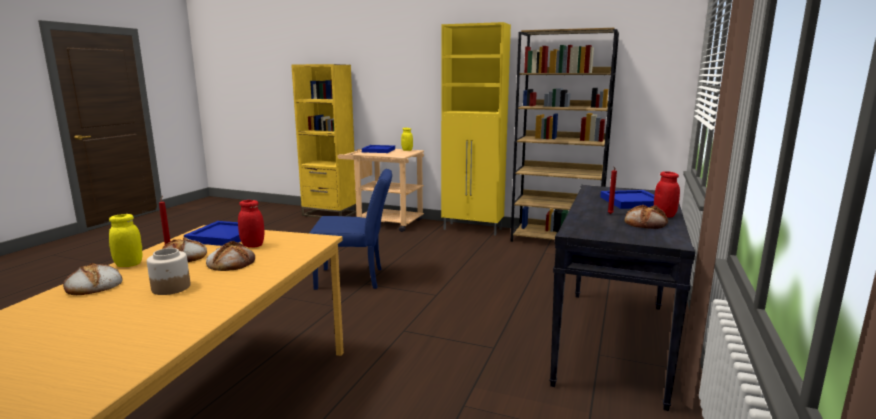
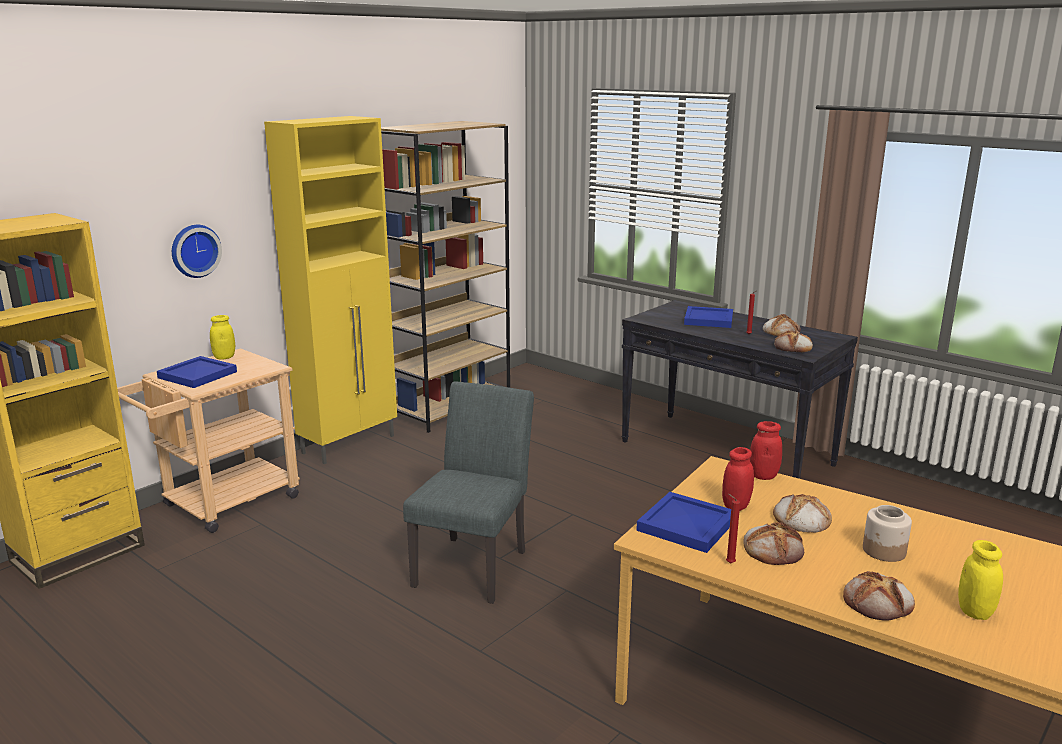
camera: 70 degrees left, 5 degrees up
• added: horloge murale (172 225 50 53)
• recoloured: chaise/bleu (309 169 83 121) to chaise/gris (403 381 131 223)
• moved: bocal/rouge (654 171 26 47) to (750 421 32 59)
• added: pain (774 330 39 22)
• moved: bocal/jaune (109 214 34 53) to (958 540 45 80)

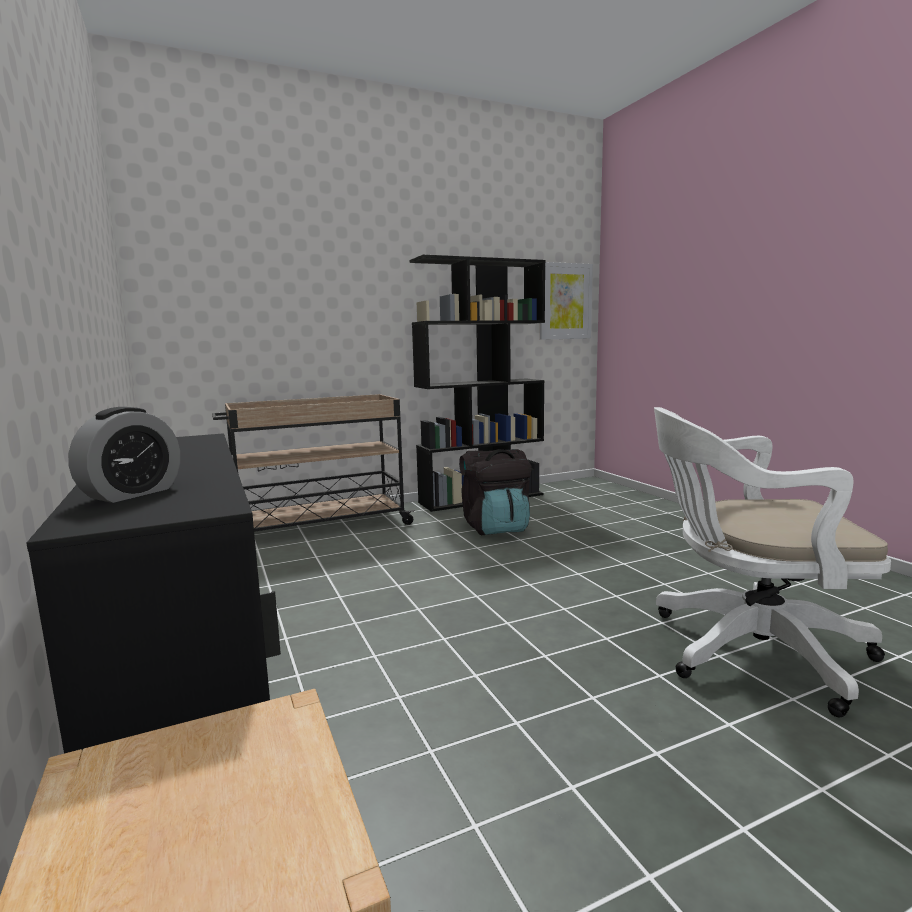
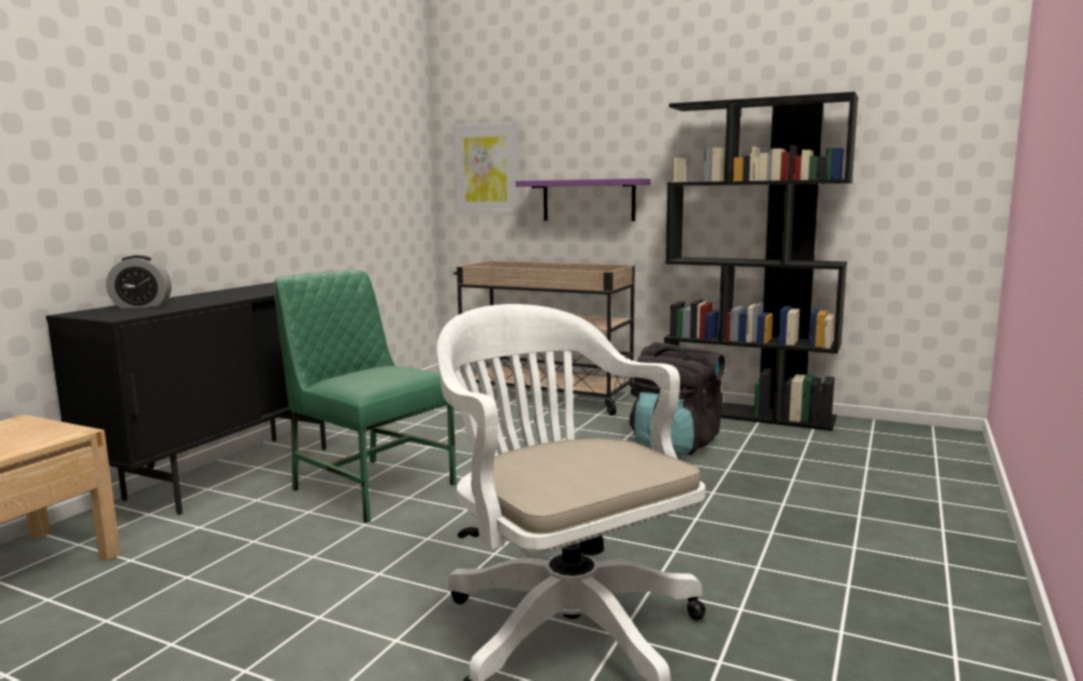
camera: 50 degrees right, 0 degrees up
• added: chaise/vert (274 270 183 253)
• moved: tableau (540 262 53 78) to (453 122 67 92)
• added: étagère/violet (515 178 136 43)

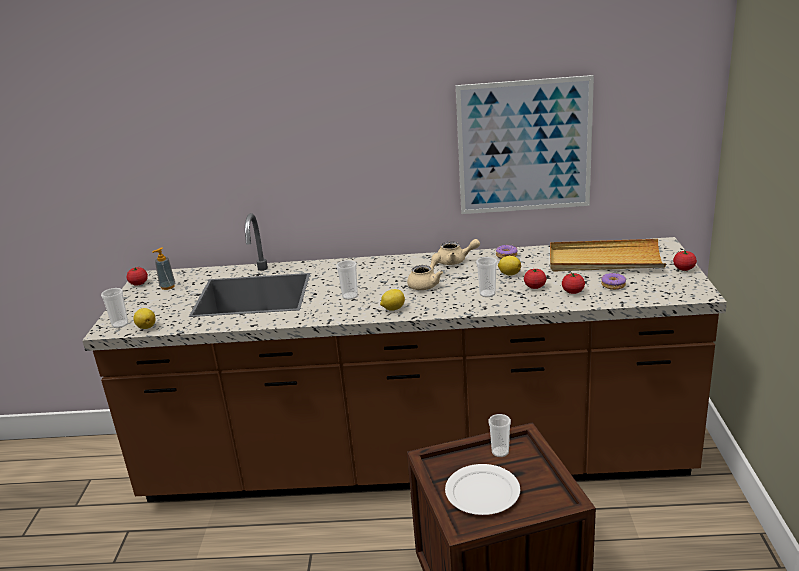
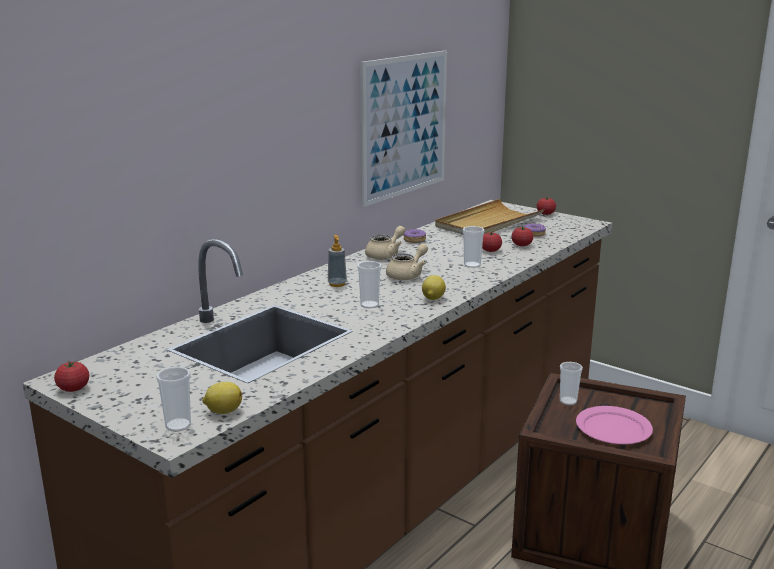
camera: 55 degrees left, 5 degrees down
• moved: distributeur de savon (152 247 23 43) to (328 235 19 52)
• turned: théière/beige (407 253 36 37) = (386 243 42 37) 60 degrees clockwise
• recoloured: assiette/blanc (445 464 75 51) to assiette/rose (576 406 77 38)
• removed: citron (498 256 23 19)

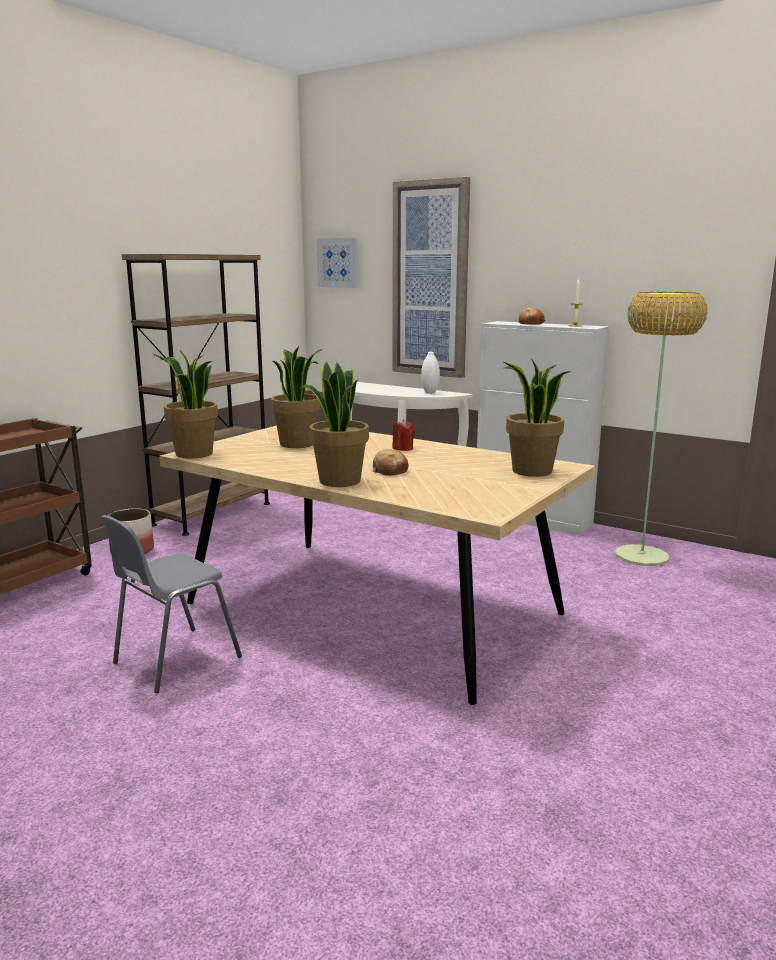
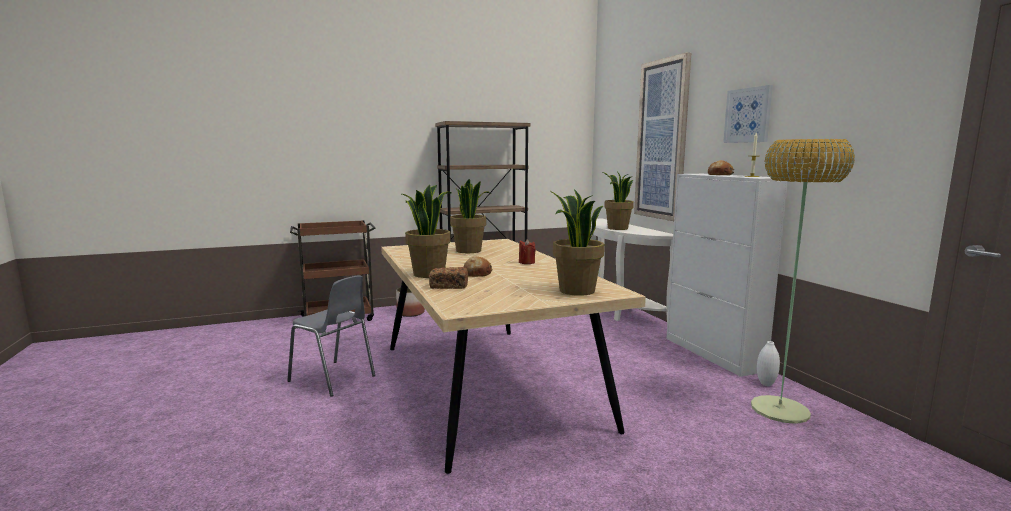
camera: 35 degrees right, 5 degrees down
• turned: chaise/gris (101 515 141 178) = (287 275 88 122) 135 degrees counterclockwise
• added: pain (429 267 39 22)
• moved: plante en pot (153 351 65 108) to (603 171 31 59)
• moved: tableau (317 238 40 50) to (723 85 50 58)
• moved: vase/blanc (421 352 19 42) to (757 341 23 45)

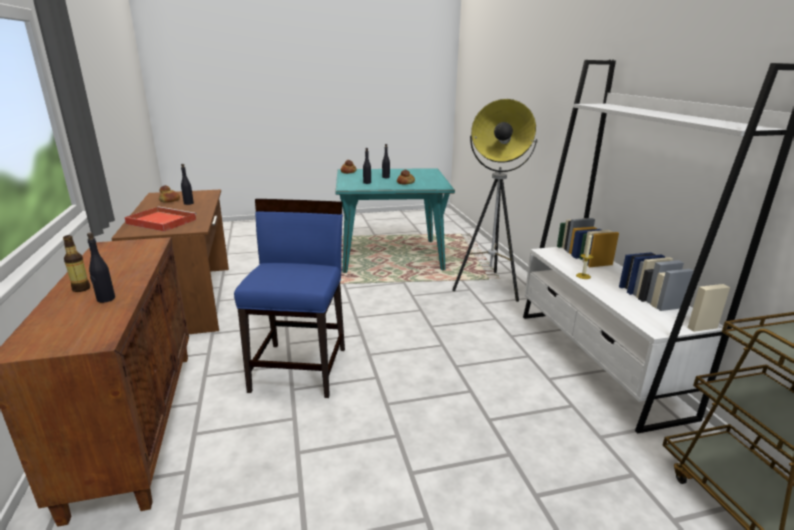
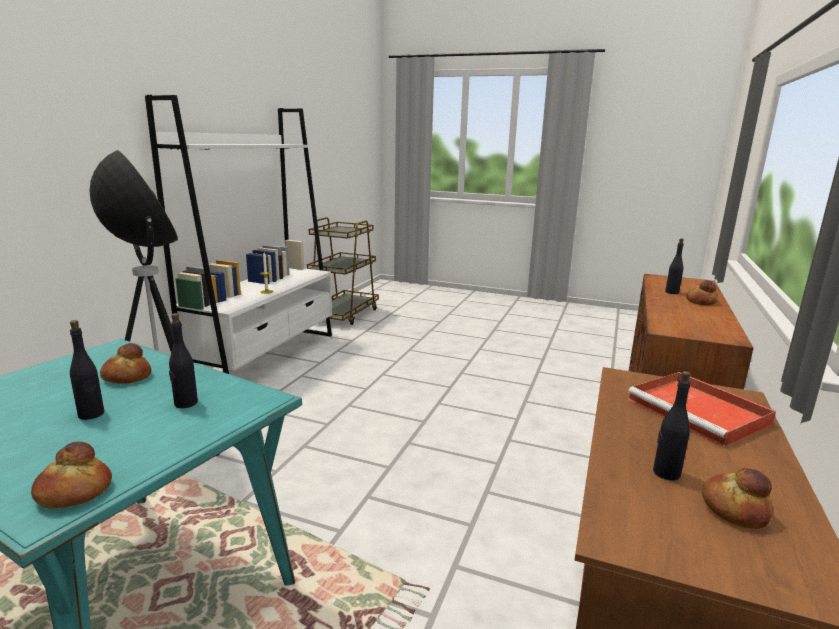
camera: 145 degrees left, 5 degrees down
• replaced: bouteille (63 235 27 57) to pain (686 280 32 25)
• removed: chaise/bleu (234 199 111 199)

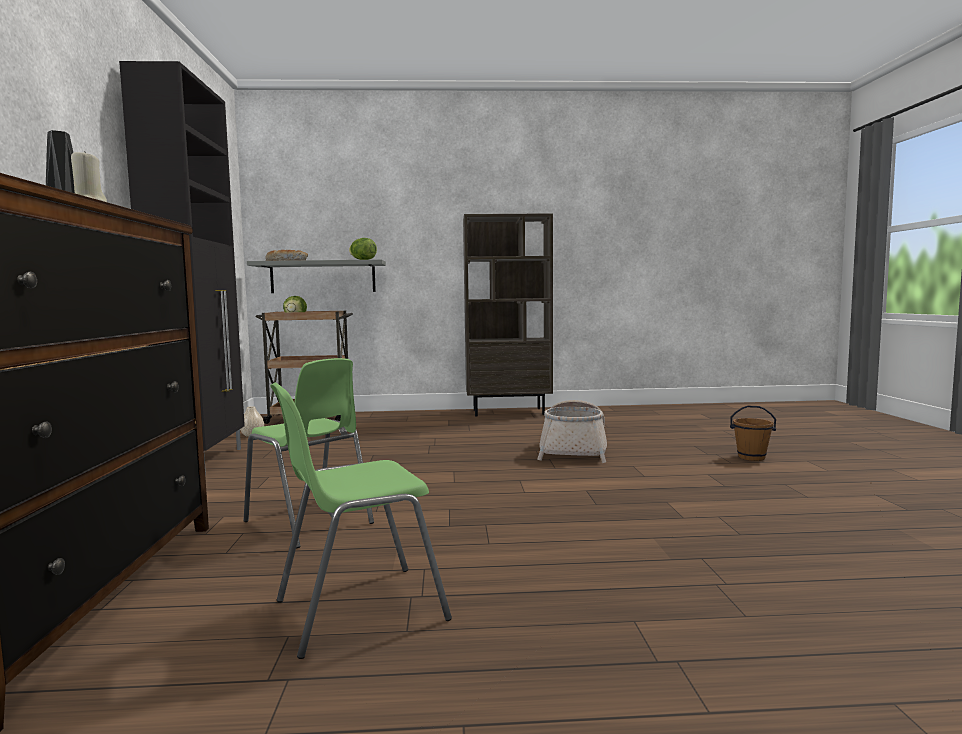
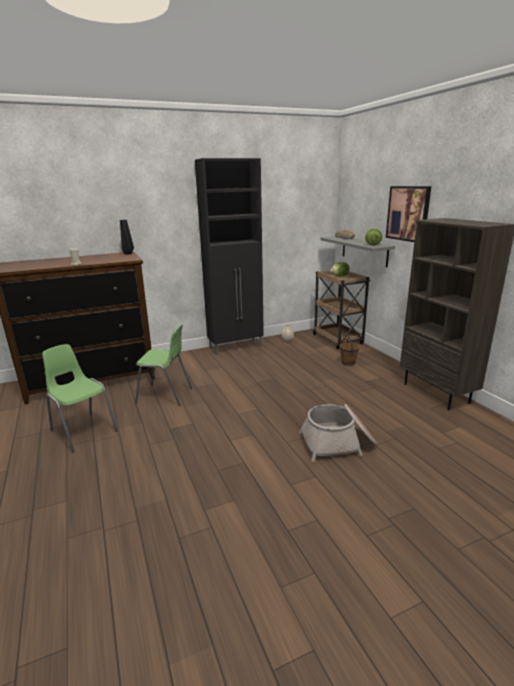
camera: 70 degrees right, 15 degrees up
• turned: chaise/vert (244 358 130 190) = (135 324 57 82) 105 degrees counterclockwise
• moved: seau/marron (730 406 46 55) to (340 337 19 29)
• added: tableau (386 186 45 56)

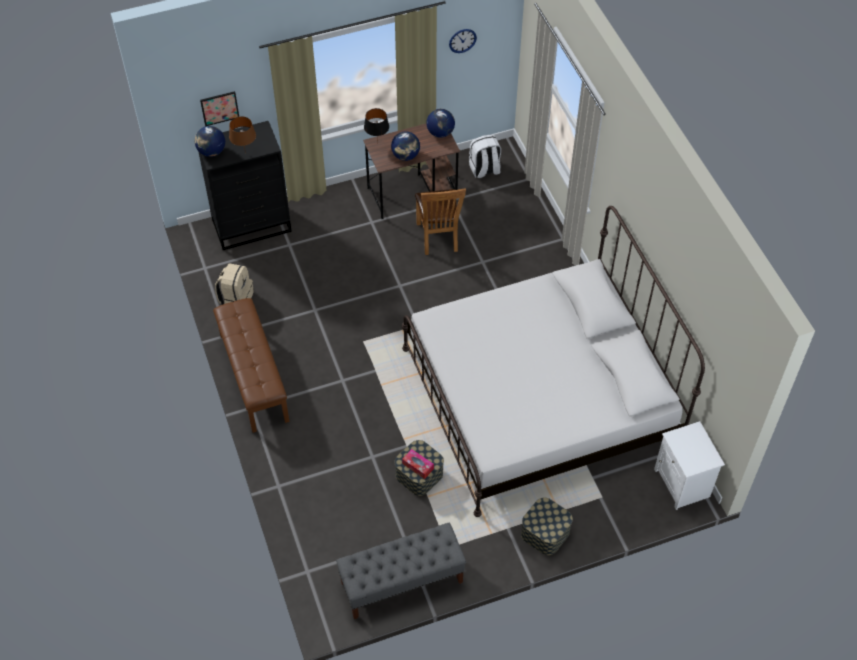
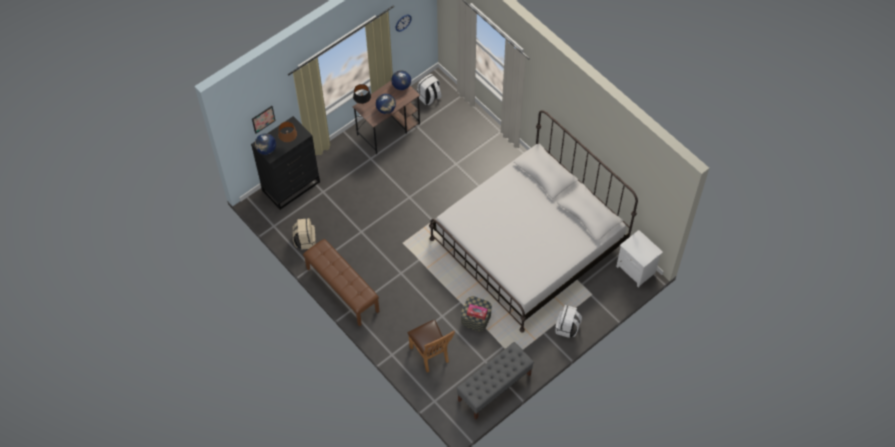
camera: 20 degrees left, 5 degrees up
• moved: chaise/marron (415 188 51 67) to (407 319 48 54)
• replaced: boîte de rangement (521 498 52 57) to sac à dos/blanc (555 305 27 33)

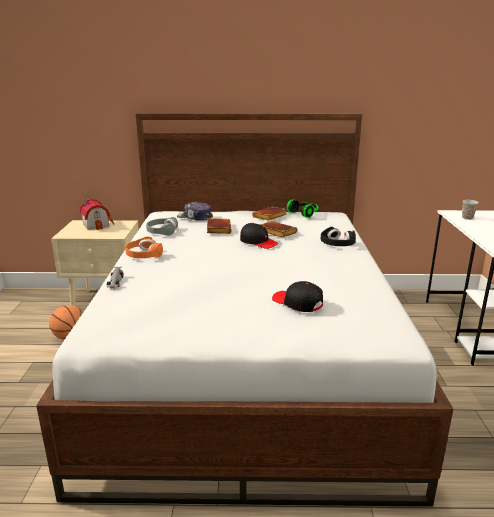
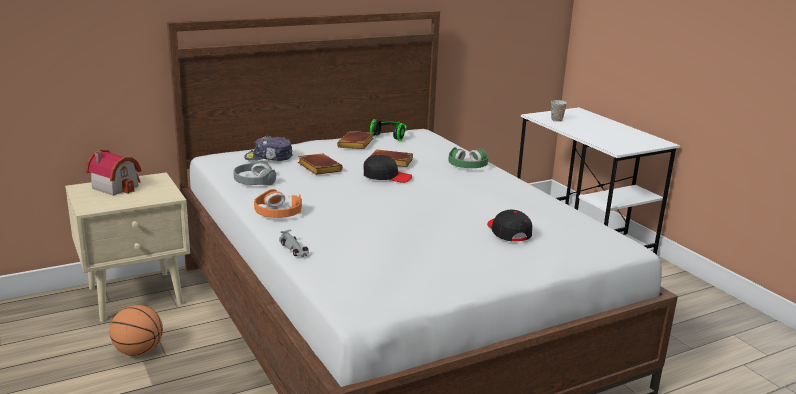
camera: 30 degrees left, 0 degrees up
• recoloured: casque audio/noir (321 227 35 19) to casque audio/vert (448 147 40 21)
• turned: casquette/noir (272 281 51 31) = (487 210 45 31) 60 degrees clockwise

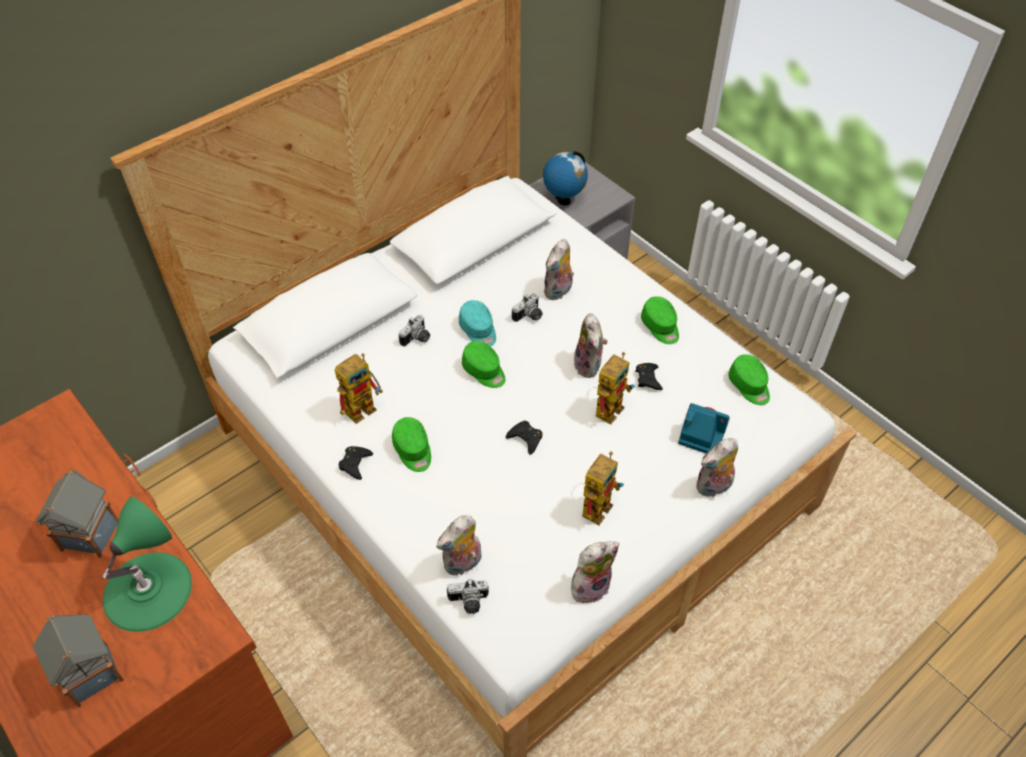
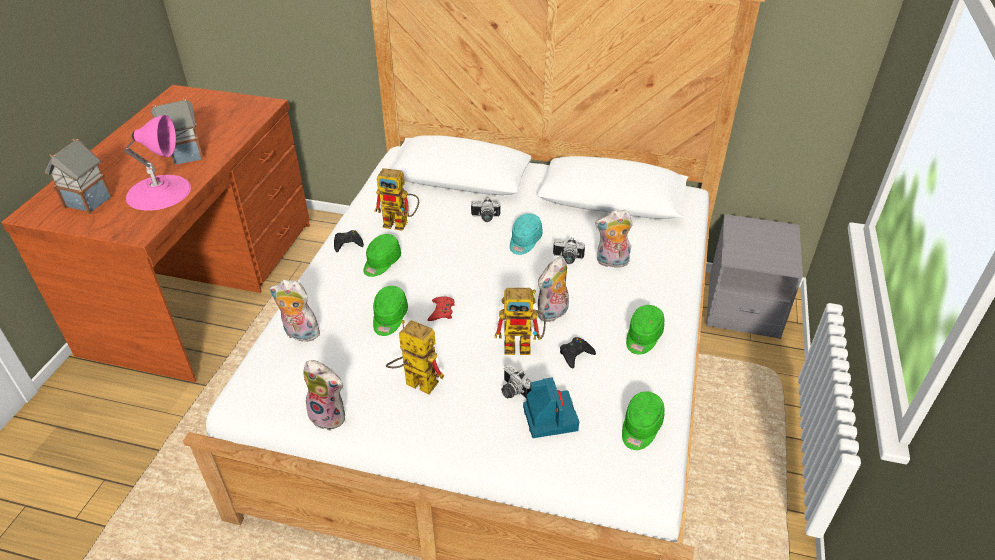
camera: 55 degrees right, 10 degrees down
• recoloured: lampe de table/vert (102 497 90 135) to lampe de table/rose (124 115 67 96)
• moved: casquette/vert (462 341 43 47) to (373 286 35 50)
• turned: robot jouet (582 451 42 74) = (386 320 58 75) 150 degrees counterclockwise
• recoloured: manette/noir (506 421 36 34) to manette/rouge (428 296 27 25)
• moved: appareil photo (447 579 42 35) to (501 363 31 36)
• removed: globe (543 151 45 55)
• removed: peluche (696 438 42 59)

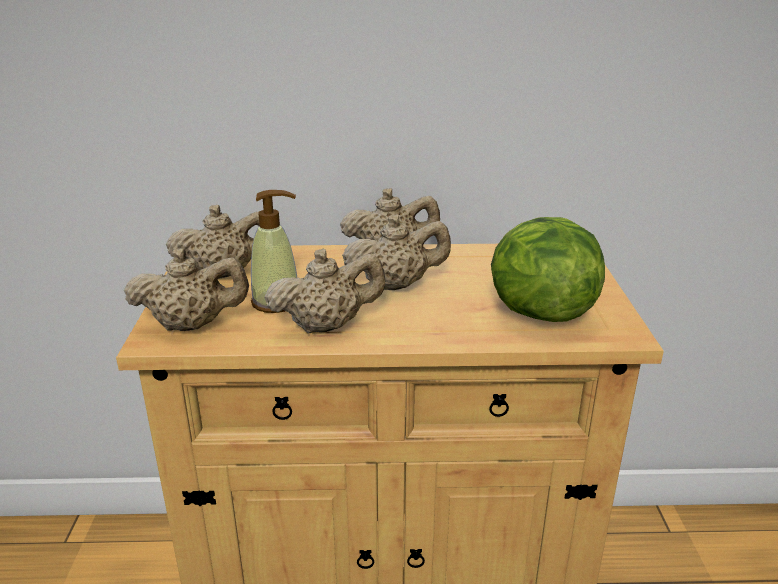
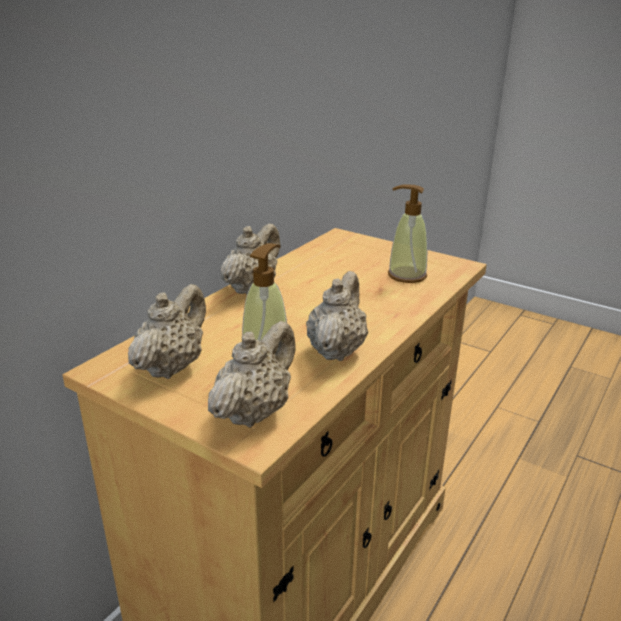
camera: 55 degrees left, 0 degrees up
• replaced: laitue (491 217 114 105) to distributeur de savon (388 184 39 99)
• removed: théière/beige (342 214 109 76)

